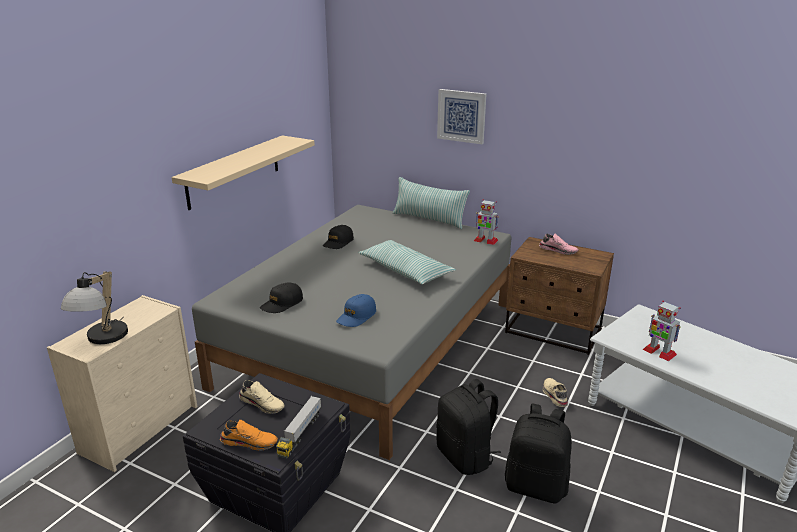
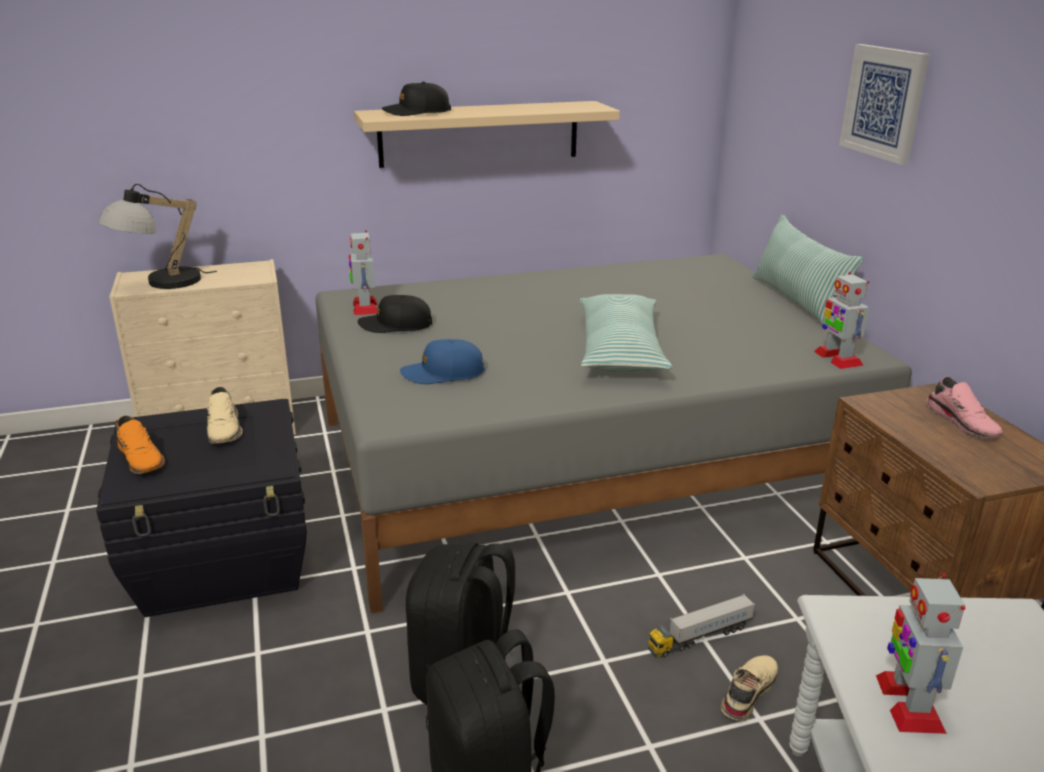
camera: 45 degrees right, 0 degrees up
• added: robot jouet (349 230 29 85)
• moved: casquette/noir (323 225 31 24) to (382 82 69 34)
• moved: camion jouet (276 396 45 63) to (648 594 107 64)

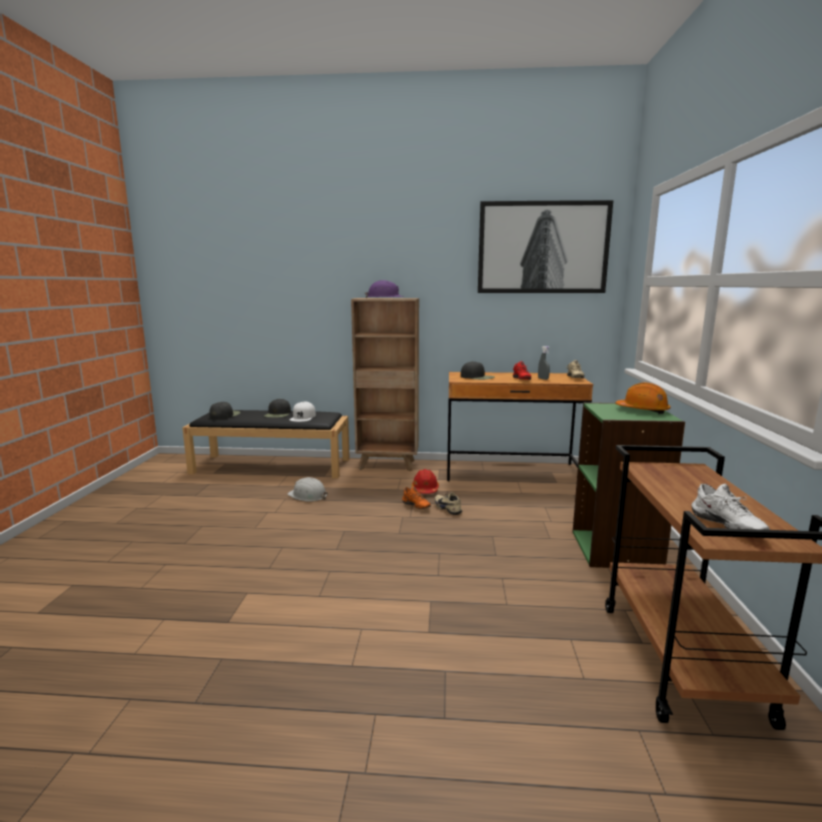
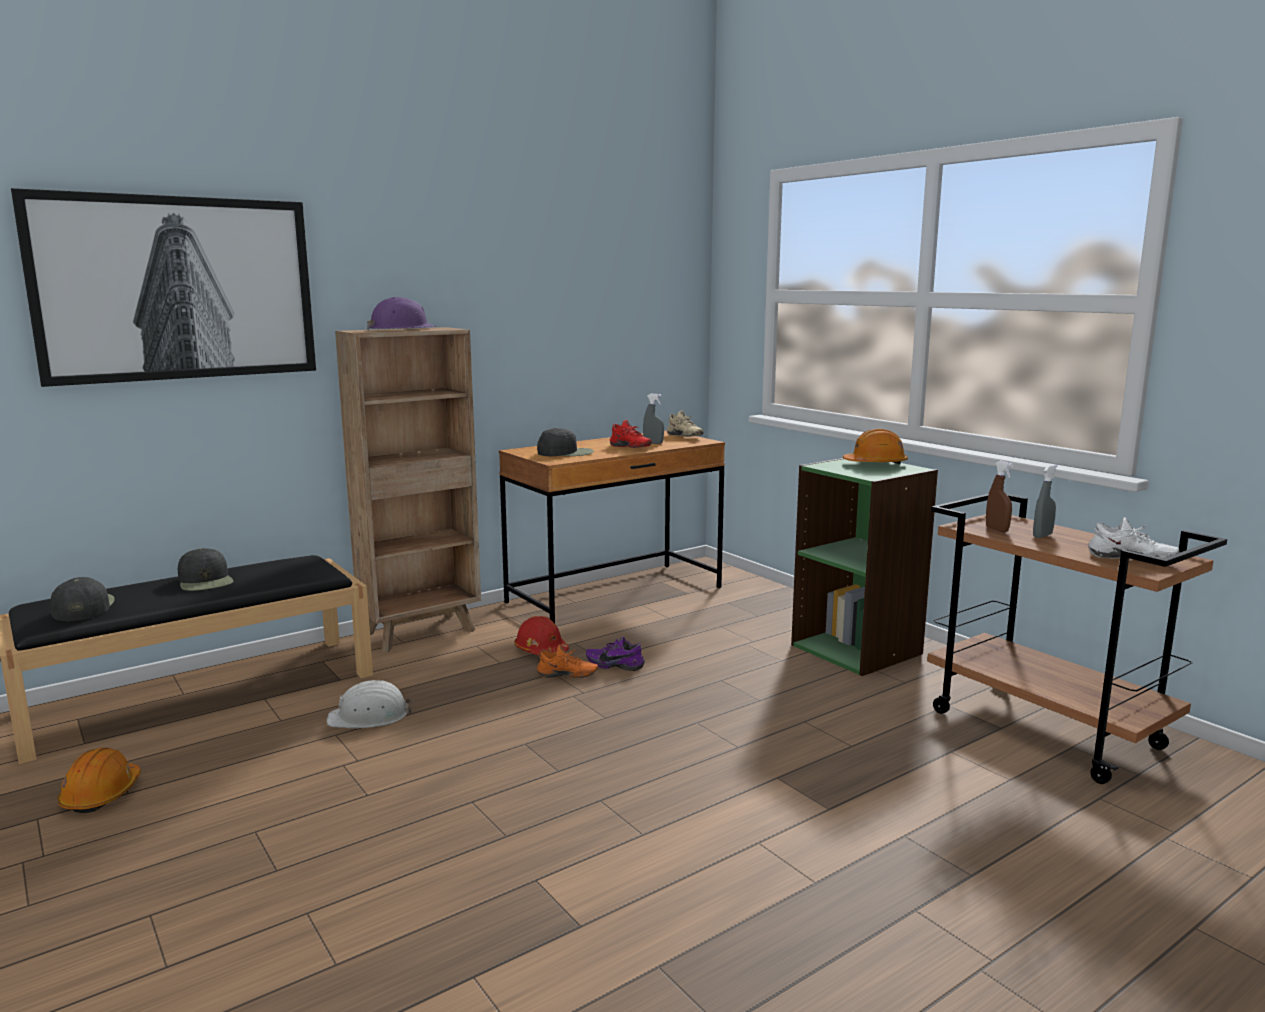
camera: 40 degrees left, 0 degrees up
• moved: tableau (478 200 135 93) to (11 188 305 199)
• added: casque de chantier/orange (57 748 84 65)
• recoloured: chaussure/beige (435 492 28 23) to chaussure/violet (586 637 59 34)
• added: vaporisateur/marron (986 461 27 71)
• added: vaporisateur/gris (1033 465 24 73)
• removed: casquette/blanc (290 402 26 20)

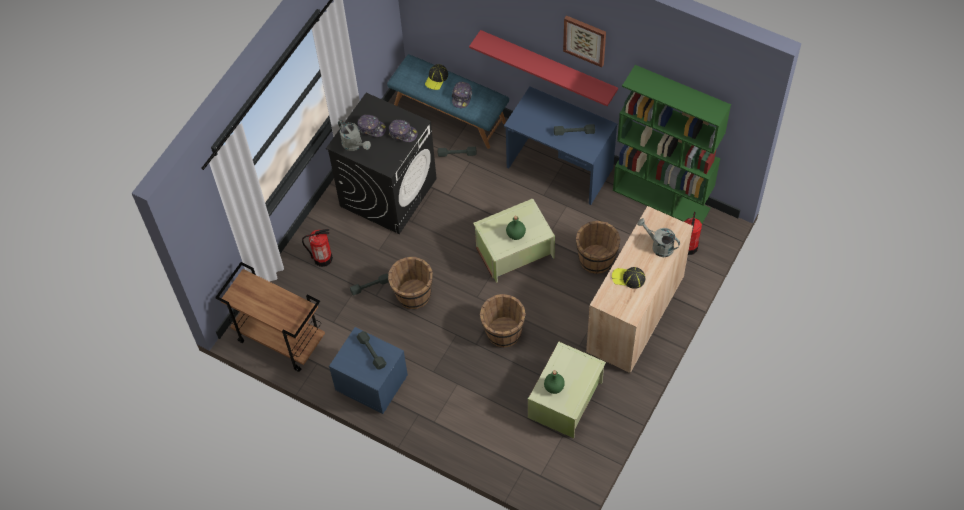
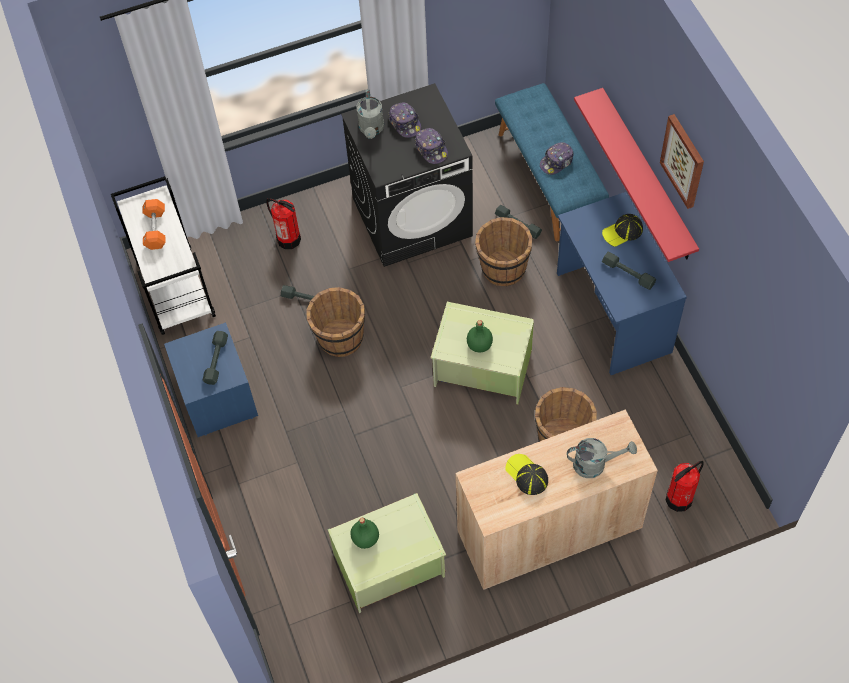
camera: 40 degrees right, 0 degrees up
• recoloured: chariot/marron (215 262 110 110) to chariot/blanc (111 176 105 159)
• added: haltère/orange (142 199 23 51)
• moved: seau/marron (480 294 46 54) to (475 217 58 69)
• turned: arrosoir/gris (637 218 43 39) = (567 438 70 40) 105 degrees clockwise
• moved: casquette (425 64 23 26) to (602 214 41 33)
• removed: bibliothèque/vert (613 65 118 159)

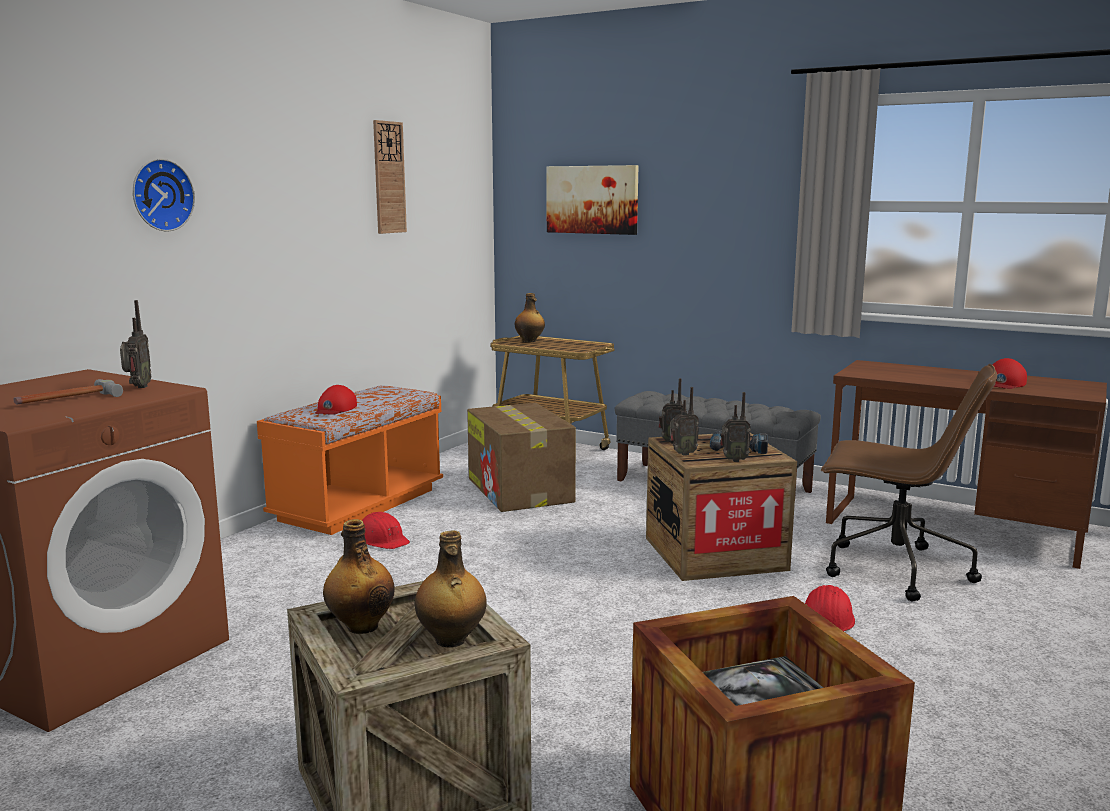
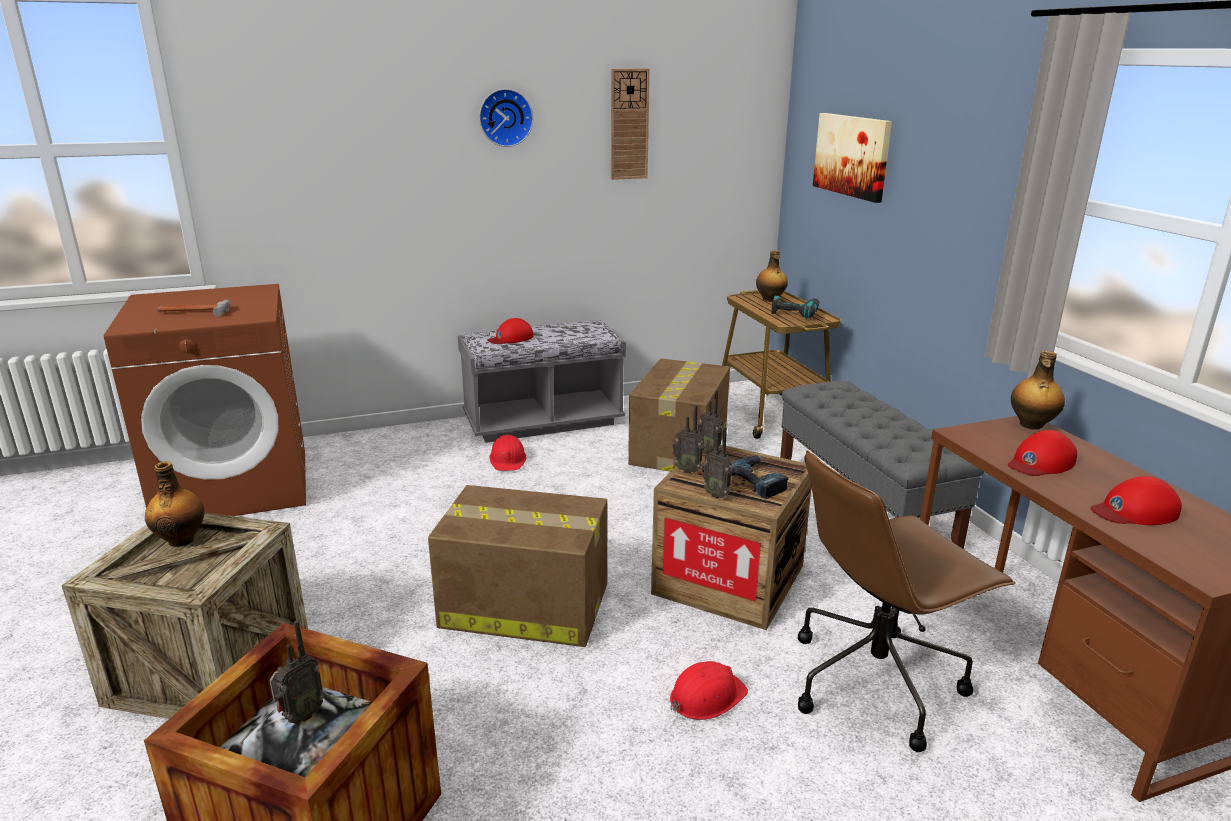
camera: 40 degrees right, 10 degrees up
• moved: radio (120 300 31 88) to (269 620 55 104)
• added: carton (428 485 179 162)
• recoloured: banc/orange (257 386 186 149) to banc/gris (458 320 168 123)
• moved: horloge murale (133 159 62 73) to (479 89 54 58)
• added: perceuse (772 296 47 22)
• turned: chaise de bureau/marron (821 364 176 237) = (798 450 218 302) 90 degrees clockwise
• added: casquette/rouge (1008 430 69 46)
• moved: bouteille (415 530 72 118) to (1011 351 54 79)

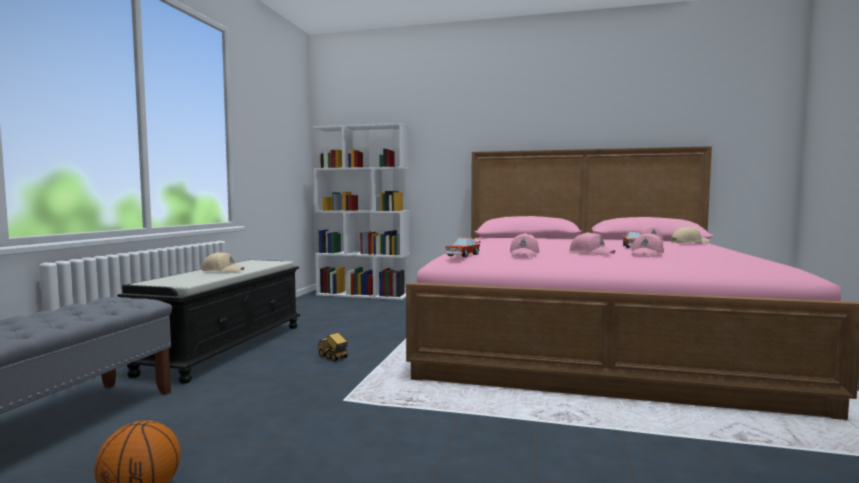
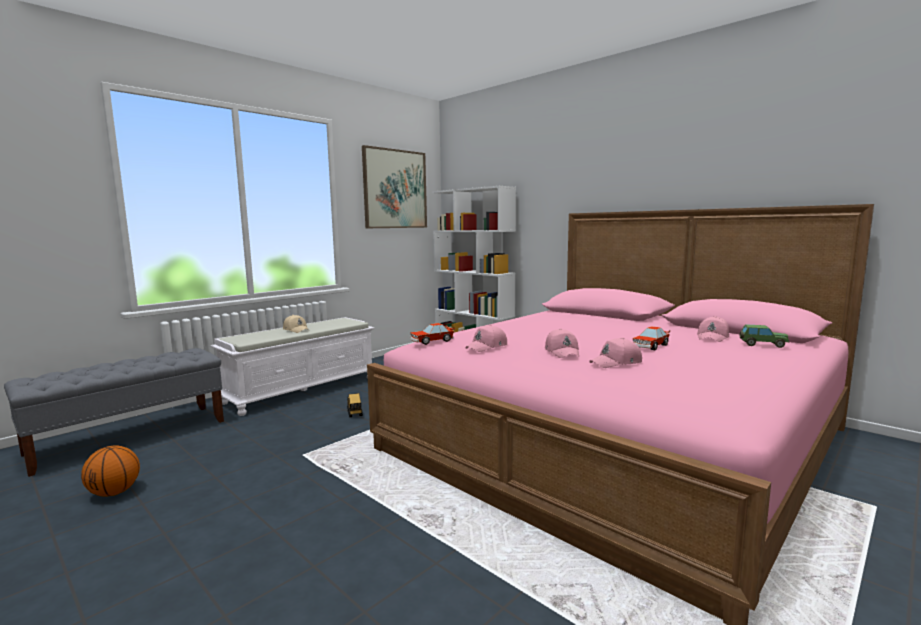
camera: 30 degrees right, 5 degrees up
• recoloured: banc/noir (117 260 183 124) to banc/blanc (211 317 164 99)
• added: tableau (362 145 65 83)
• replaced: casquette/beige (671 226 38 18) to petite voiture (740 324 49 24)

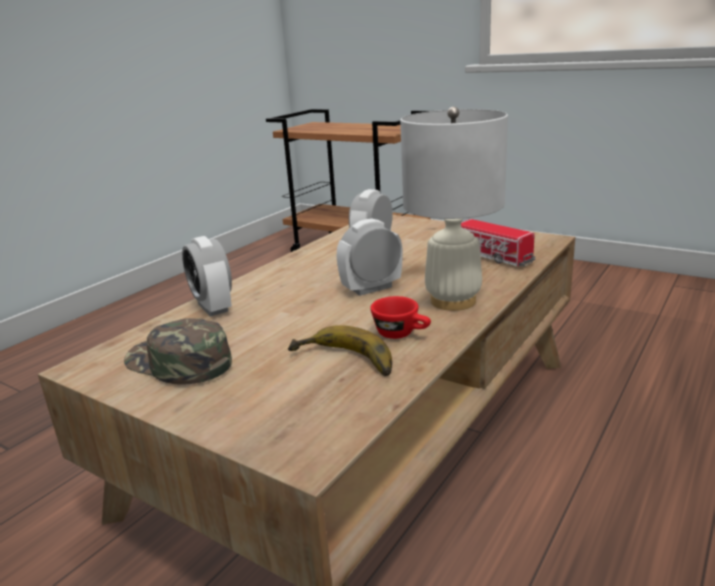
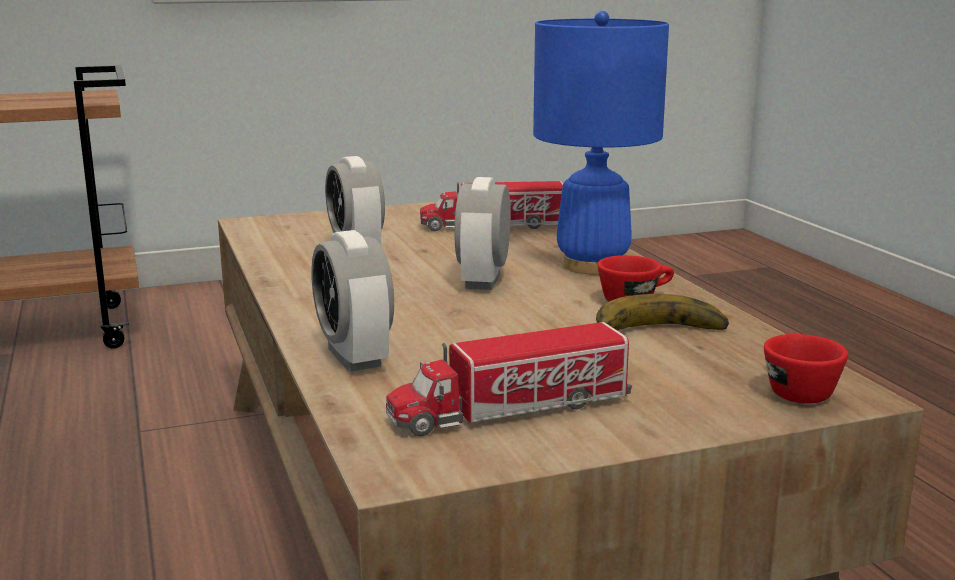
camera: 55 degrees left, 5 degrees down
• turned: réveil (182 236 50 80) = (311 230 83 142) 60 degrees clockwise
• replaced: casquette/vert (124 318 108 67) to camion jouet (386 322 246 114)
• recoloured: lampe de table/blanc (400 107 108 204) to lampe de table/bleu (533 11 136 264)
• added: tasse/rouge (764 334 84 70)

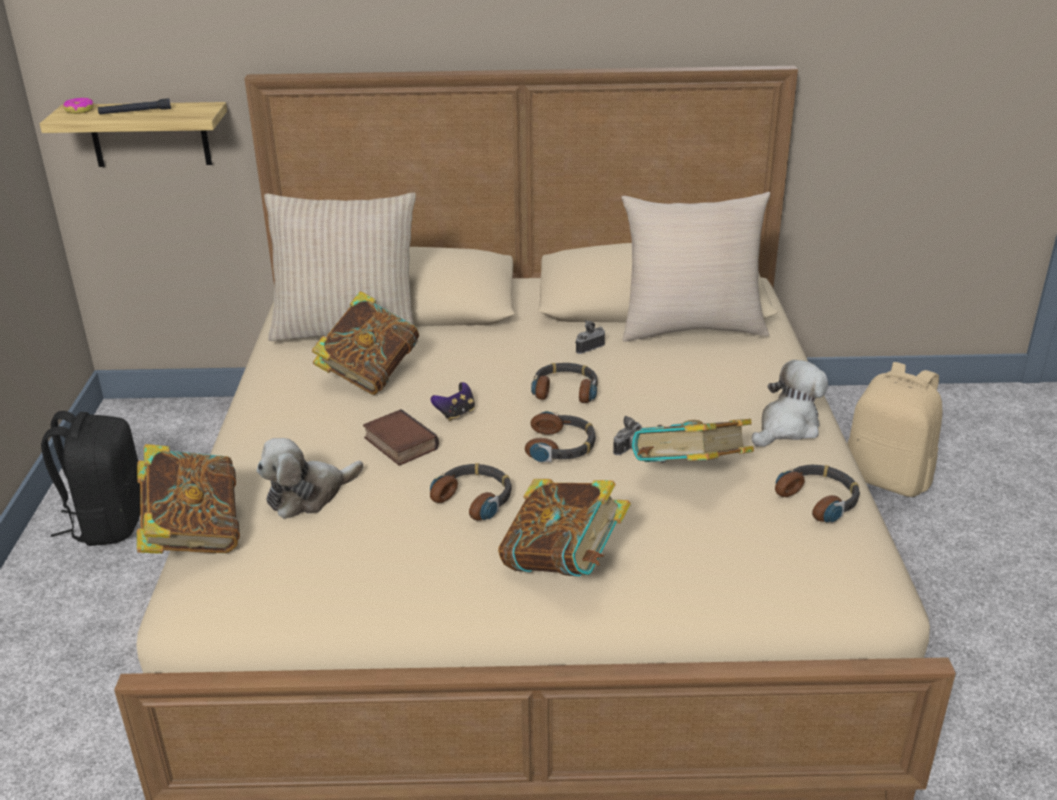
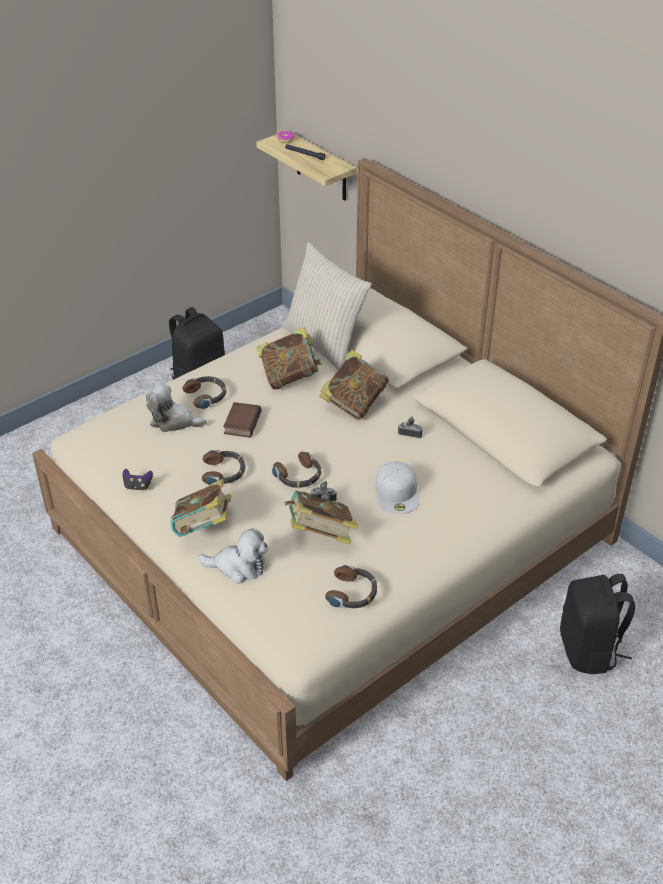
camera: 50 degrees right, 10 degrees up
• moved: manette (431 382 44 39) to (123 469 30 22)
• moved: casque audio (531 363 67 40) to (182 376 44 33)
• moved: peluche (751 360 77 87) to (198 528 69 56)
• moved: livre (137 444 103 110) to (319 350 70 70)
• added: casquette/blanc (376 461 43 53)
• recoloured: sac à dos/beige (847 362 96 135) to sac à dos/noir (560 574 75 100)
• removed: coussin/beige (621 192 149 150)

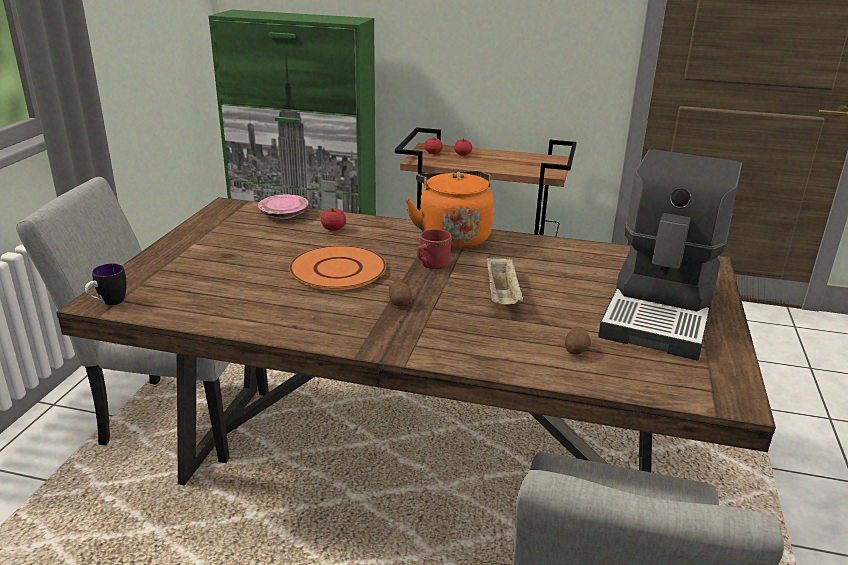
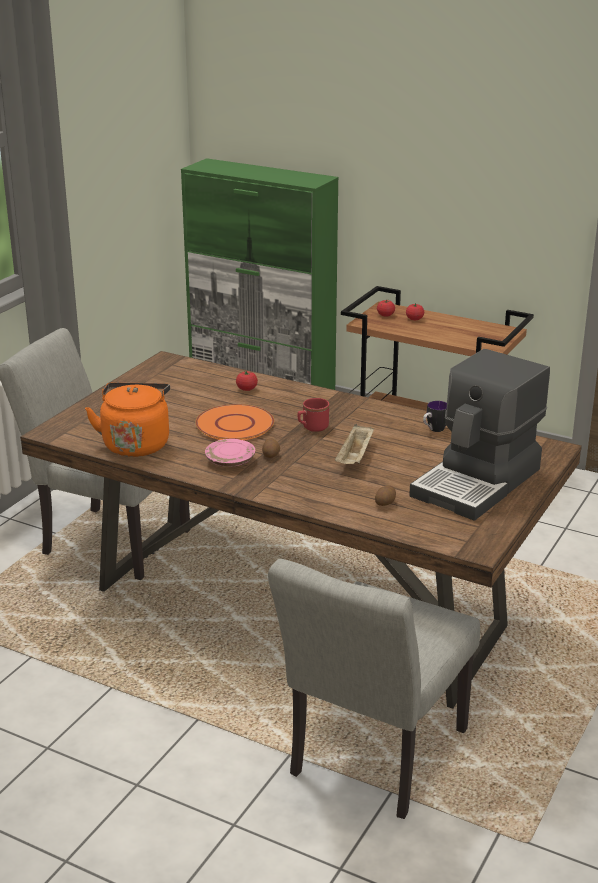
camera: 15 degrees right, 0 degrees up
• moved: bouilloire/orange (405 171 89 78) to (85 382 85 75)
• moved: assiette/rose (258 195 50 24) to (205 439 50 28)
• moved: mug (85 264 42 41) to (423 401 24 31)

